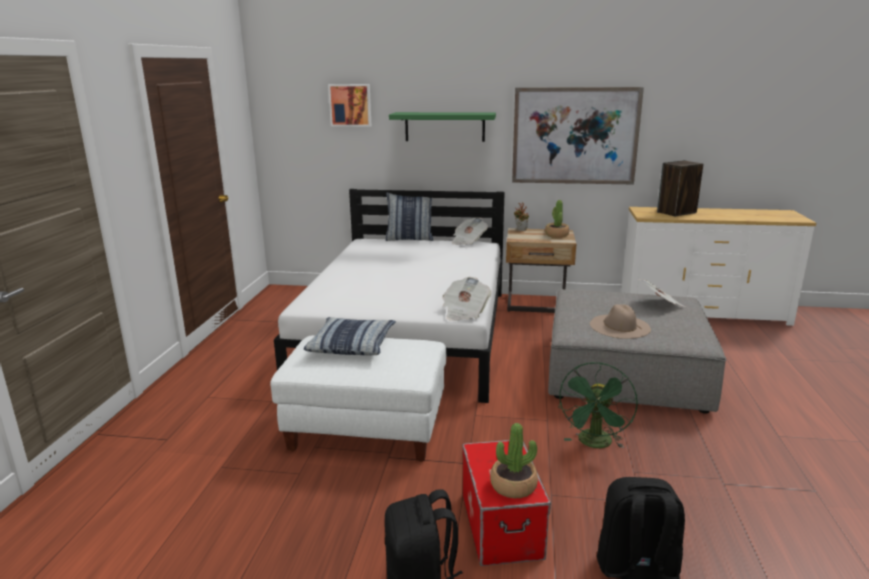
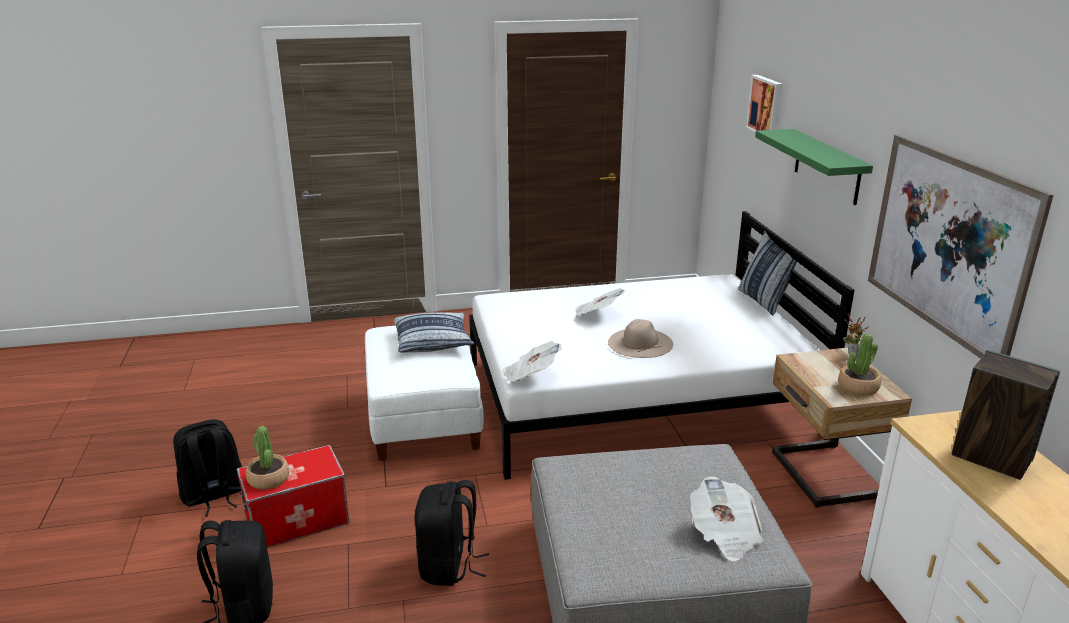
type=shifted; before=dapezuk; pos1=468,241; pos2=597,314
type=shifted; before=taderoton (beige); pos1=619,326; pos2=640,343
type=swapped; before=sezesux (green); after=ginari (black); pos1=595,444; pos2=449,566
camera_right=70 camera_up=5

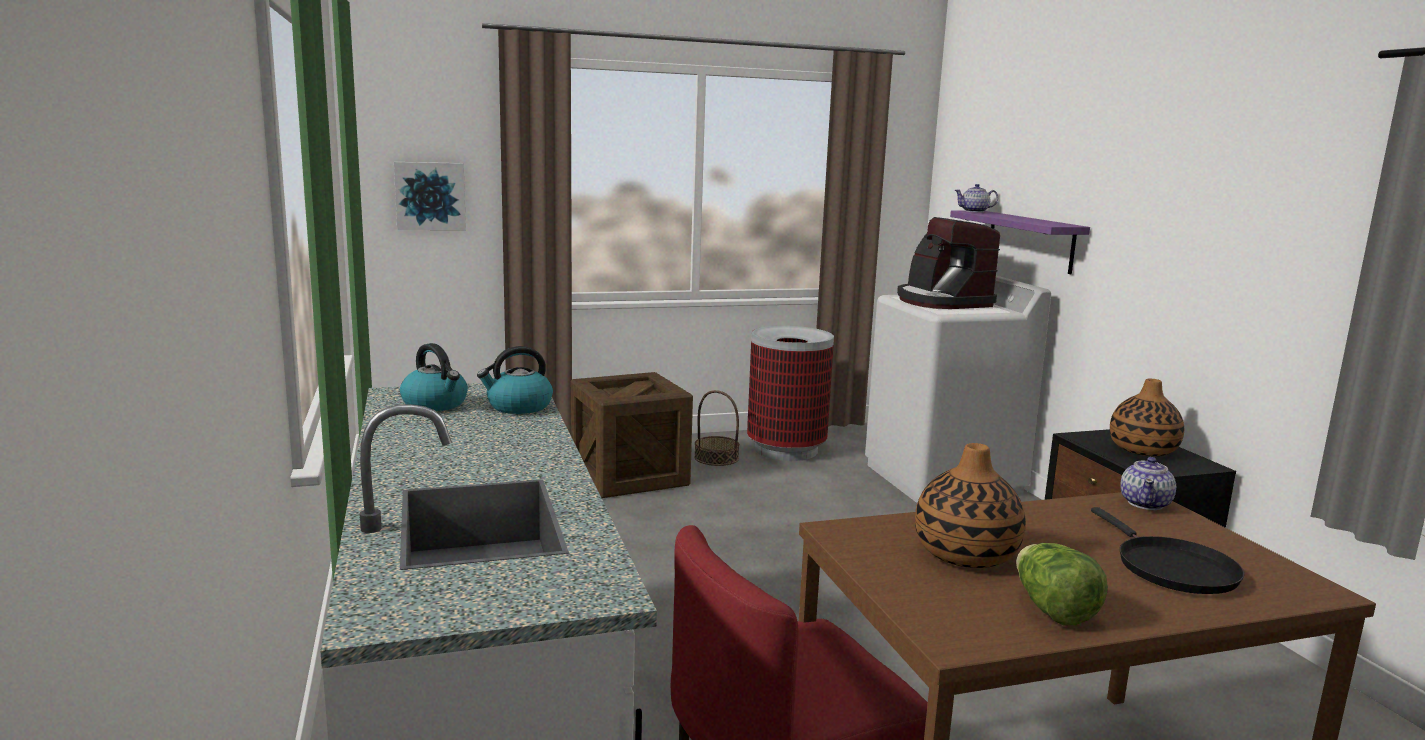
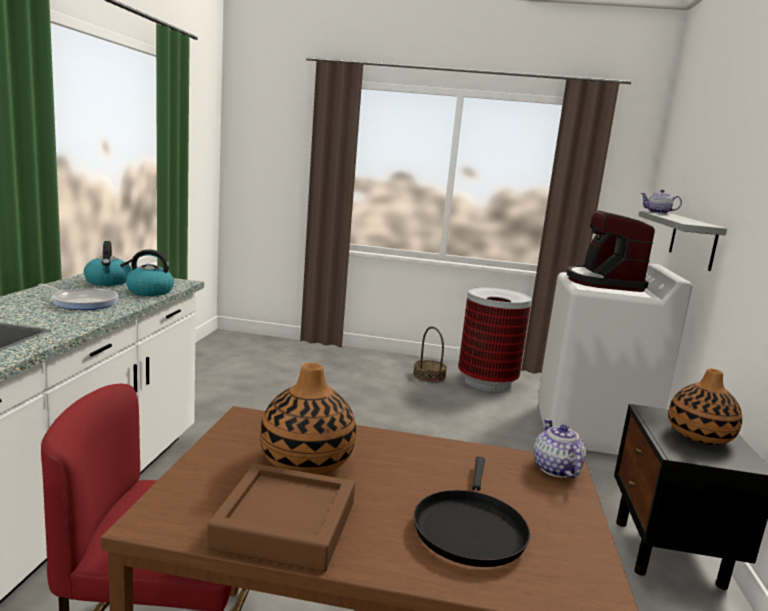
type=gone; before=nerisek; pos1=430,196
type=gone; before=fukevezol; pos1=629,476
type=new; after=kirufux; pos2=83,302
type=swapped; before=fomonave; after=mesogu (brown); pos1=1052,610; pos2=285,525
type=repainted; before=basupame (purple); after=basupame (grey); pos1=1030,241; pos2=692,240
type=rotated; before=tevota; pos1=1146,503; pos2=556,469; turn=120
camera_right=25 camera_up=0

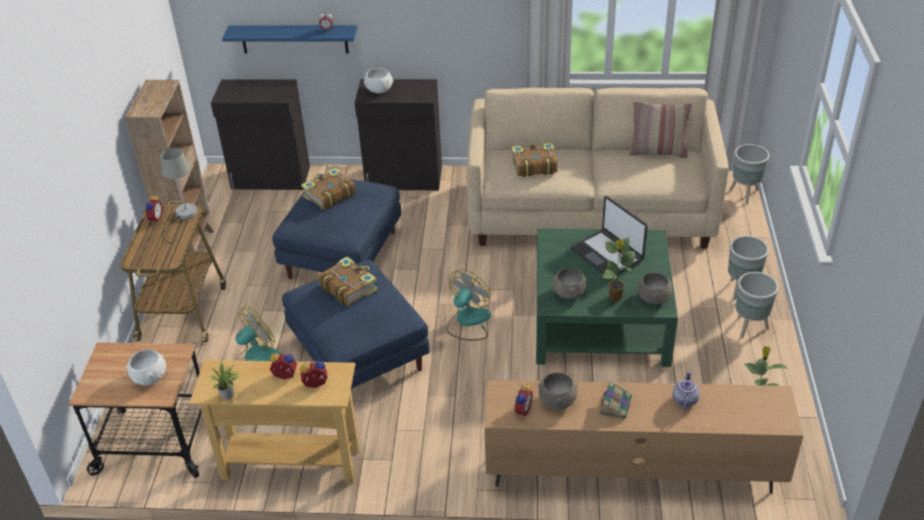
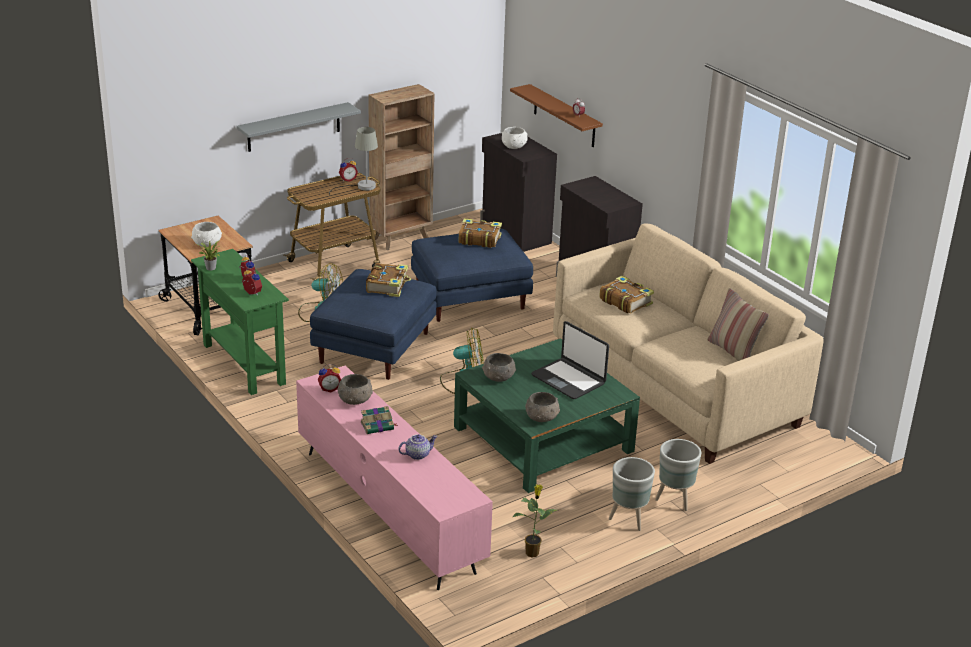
type=gone; before=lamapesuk; pos1=615,298
type=gone; before=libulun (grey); pos1=745,195
type=new; after=basupame (grey); pos2=294,127
type=shifted; before=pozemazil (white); pos1=379,89; pos2=514,146
type=repainted; before=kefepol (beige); after=kefepol (green); pos1=291,463; pos2=244,364
type=repainted; before=basupame (blue); after=basupame (brown); pos1=294,39; pos2=564,116
type=repainted; before=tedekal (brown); after=tedekal (pink); pos1=632,470; pos2=389,511
type=rotated; before=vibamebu; pos1=607,254; pos2=569,379; turn=-60
camera_right=50 camera_up=-10

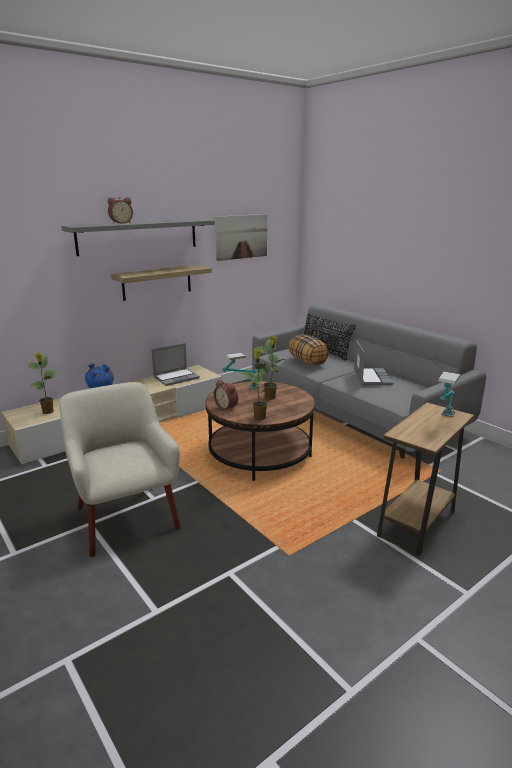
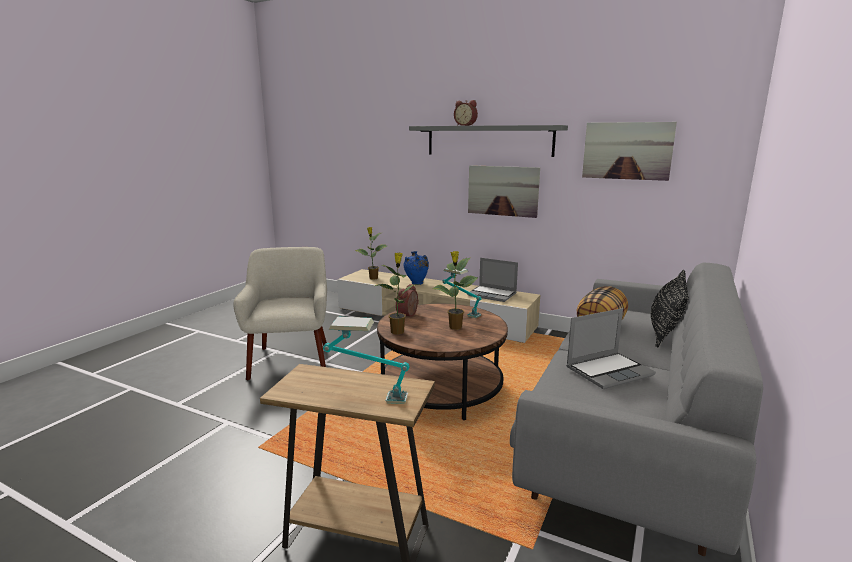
type=swapped; before=basupame; after=nerisek; pos1=157,282; pos2=503,191
type=rotated; before=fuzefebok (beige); pos1=125,517; pos2=291,360; turn=-45
camera_right=65 camera_up=-5

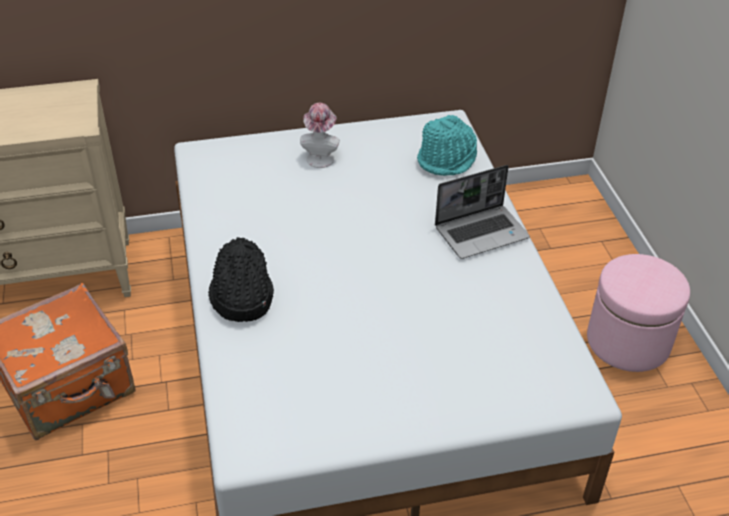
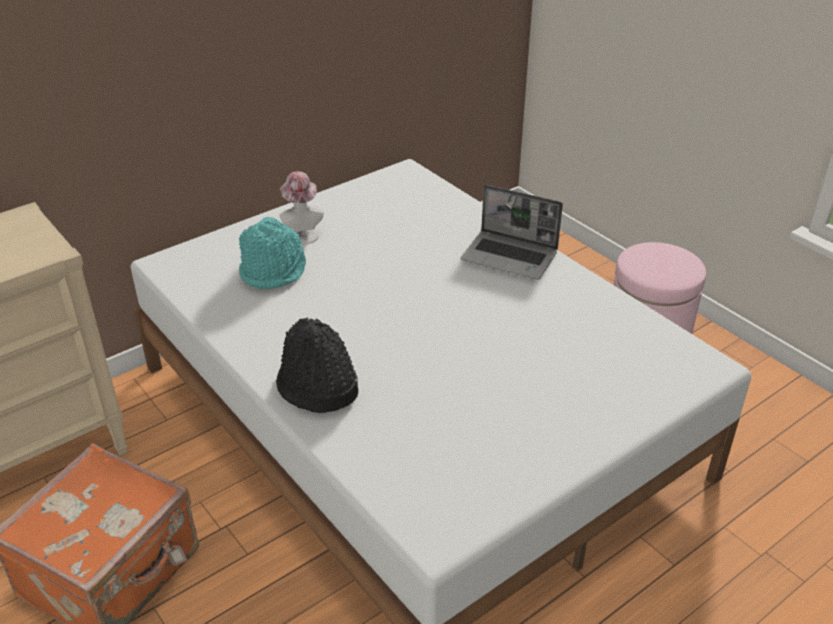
type=shifted; before=taderoton (turquoise); pos1=447,159; pos2=274,270
type=rotated; before=vibamebu; pos1=482,232; pos2=510,256; turn=75
camera_right=-25 camera_up=-5

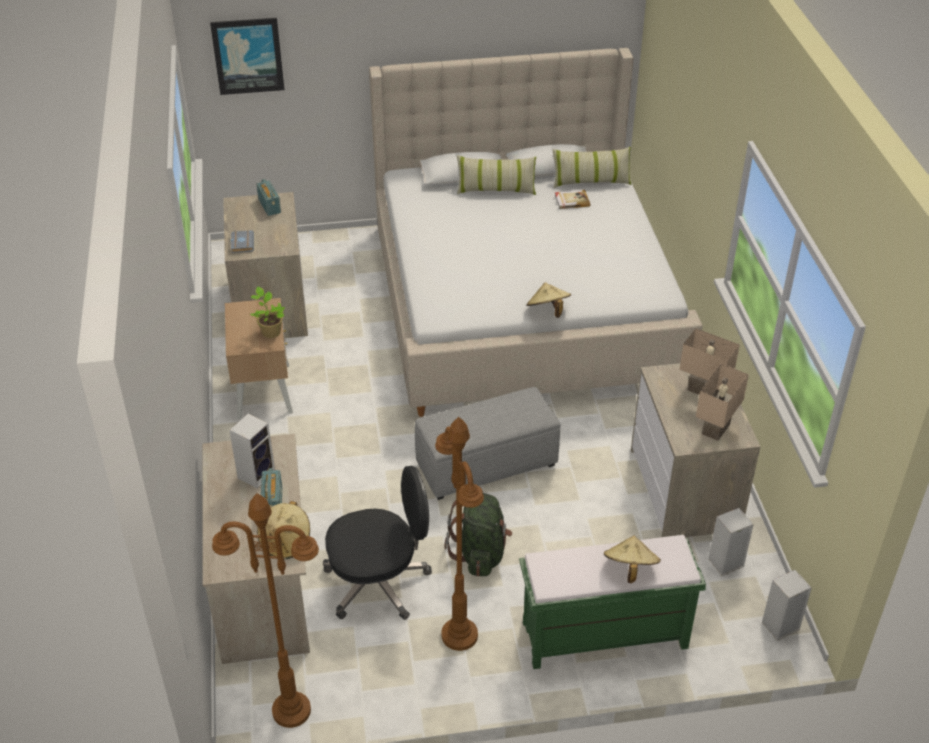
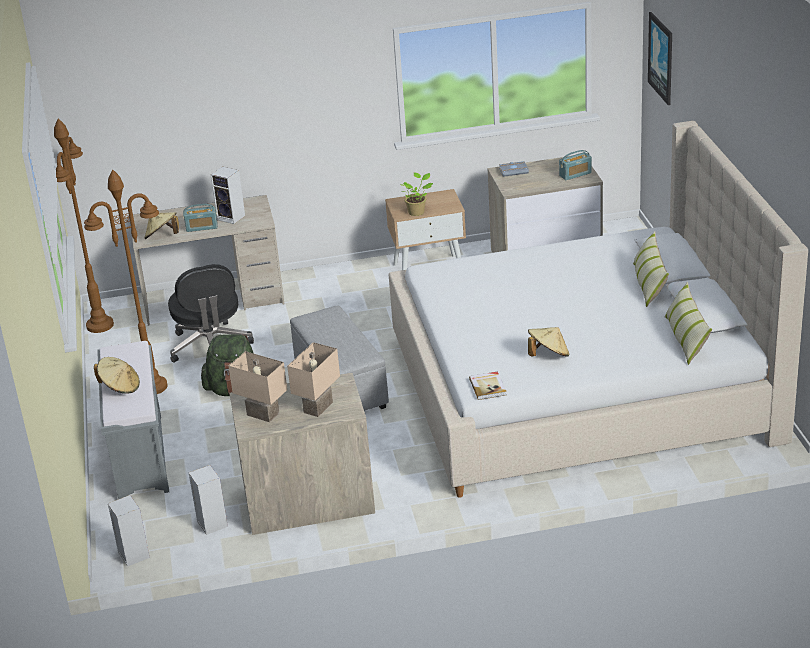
type=shifted; before=taderoton (beige); pos1=548,311; pos2=548,355
type=shifted; before=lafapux; pos1=571,200; pos2=488,387
type=repainted; before=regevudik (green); after=regevudik (grey); pos1=603,636; pos2=139,455
camera_right=90 camera_up=-10

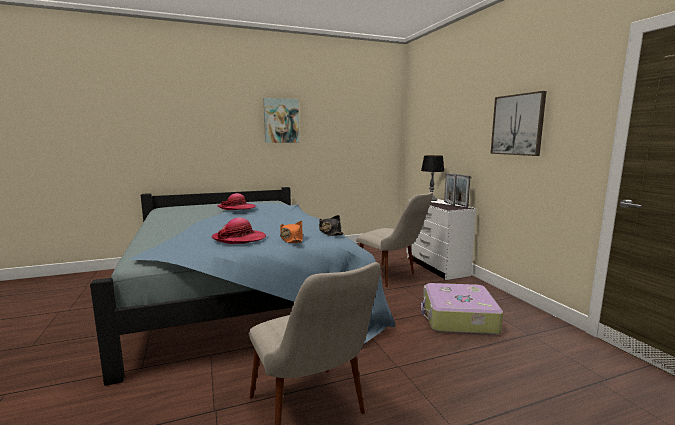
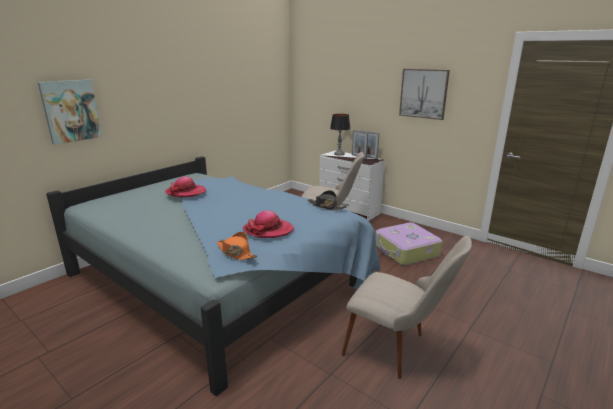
type=shifted; before=nerisek; pos1=281,121; pos2=71,111
type=shifted; before=taderoton (orange); pos1=291,239; pos2=236,253
camera_right=-30 camera_up=10

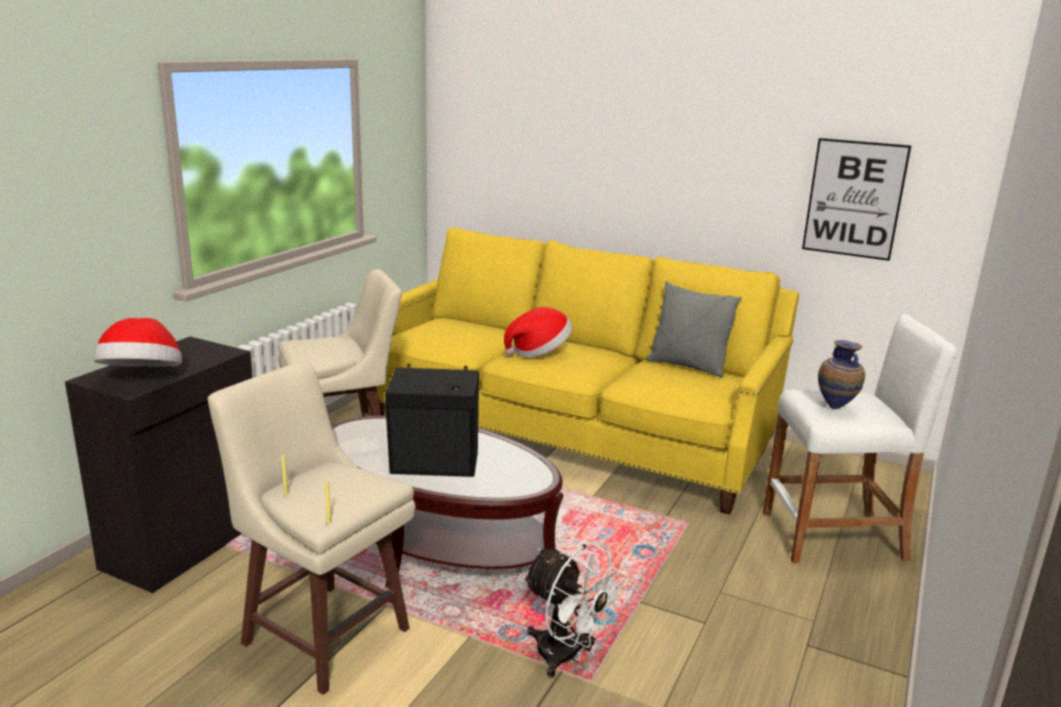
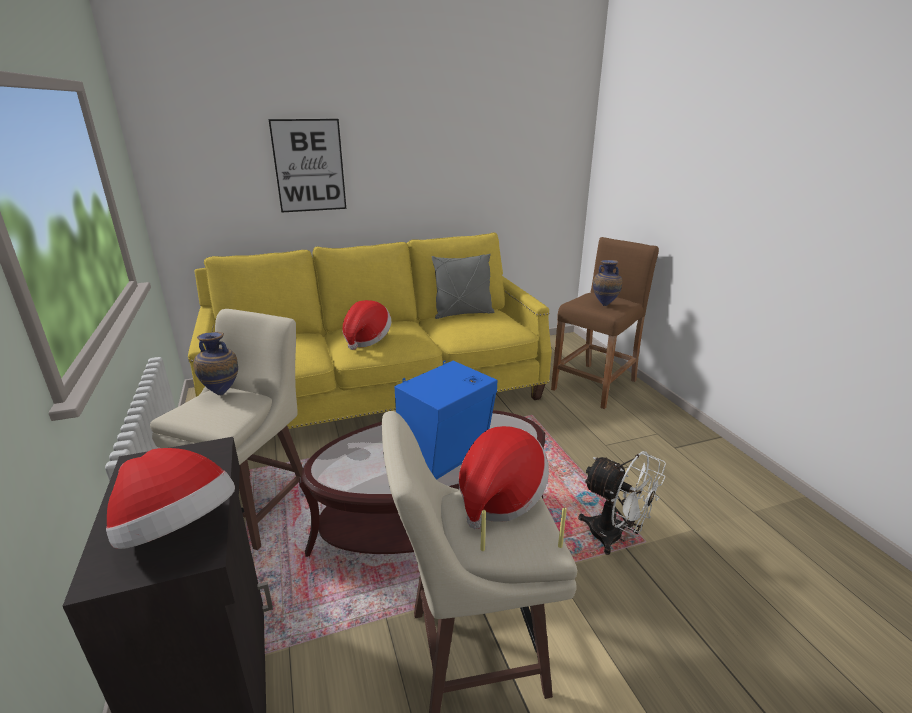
type=new; after=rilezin; pos2=222,392
type=new; after=taderoton; pos2=500,496
type=shifted; before=nerisek; pos1=854,199; pos2=309,166
type=repainted; before=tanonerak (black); after=tanonerak (blue); pos1=436,465; pos2=447,456
type=repainted; before=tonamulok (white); after=tonamulok (brown); pos1=833,537; pos2=595,385
type=rotated; before=sezesux (white); pos1=567,657; pos2=614,537; turn=45
camera_right=-45 camera_up=5

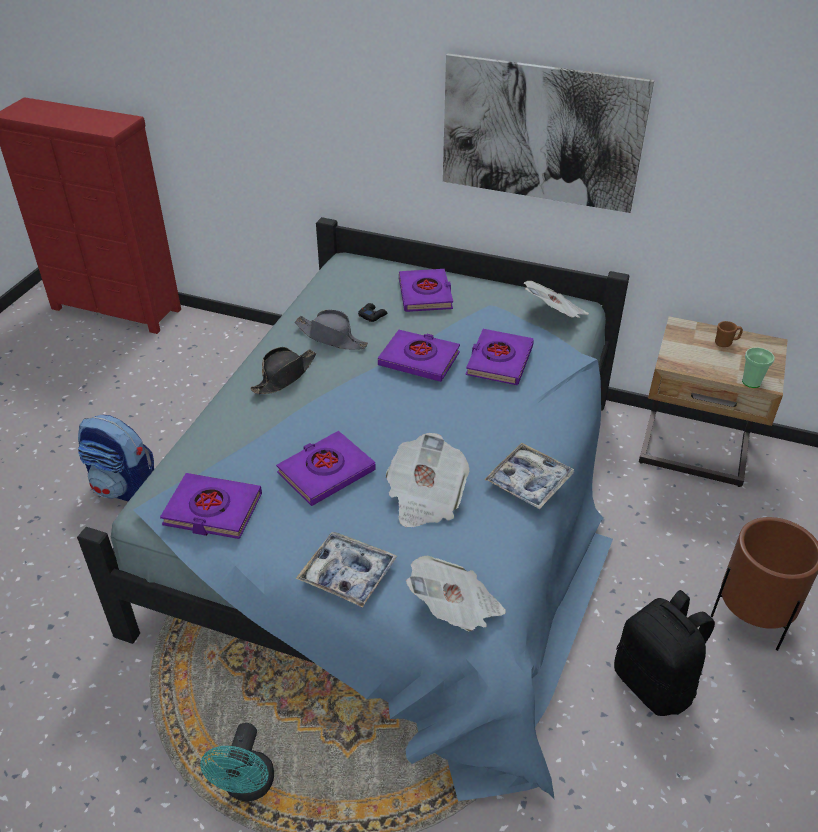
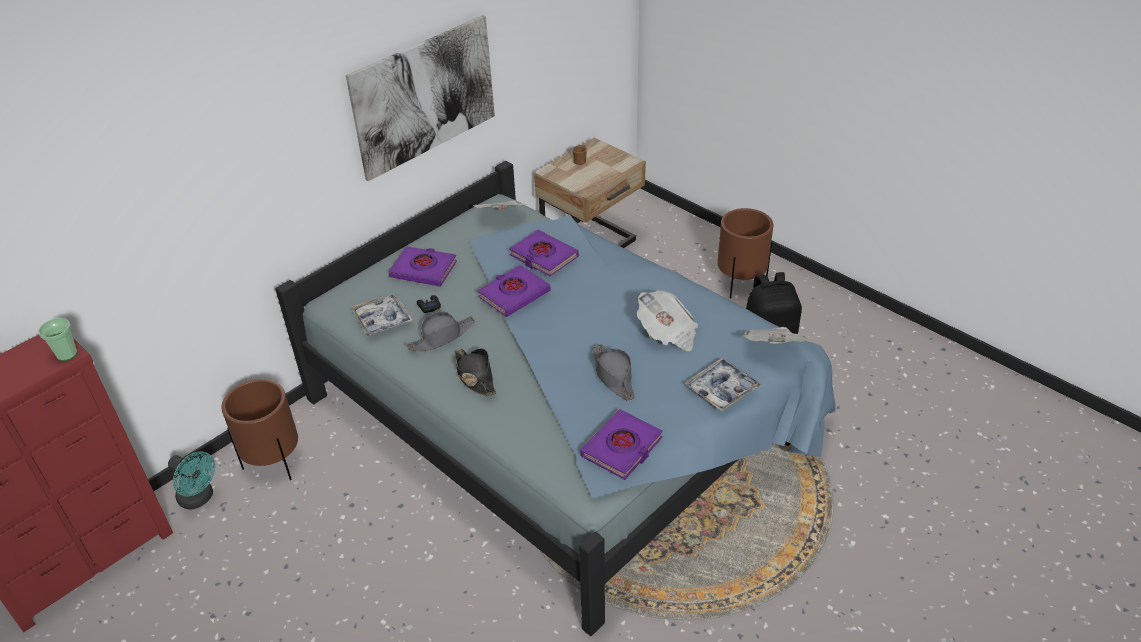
type=gone; before=ginari; pos1=125,488
type=new; after=libulun (brown); pos2=274,462
type=shifted; before=sezesux (turquoise); pos1=247,787; pos2=200,498
type=shifted; before=mesogu; pos1=529,482; pos2=382,319
type=shifted; before=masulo; pos1=751,382; pos2=67,354
type=swapped; before=lafapux (purple); after=taderoton (grey); pos1=326,472; pos2=613,376
camera_right=-65 camera_up=0

